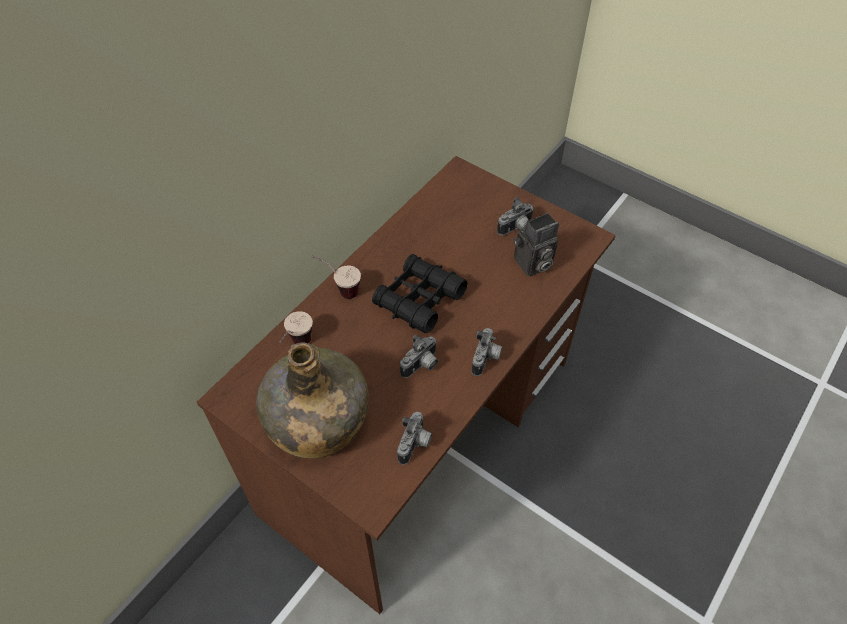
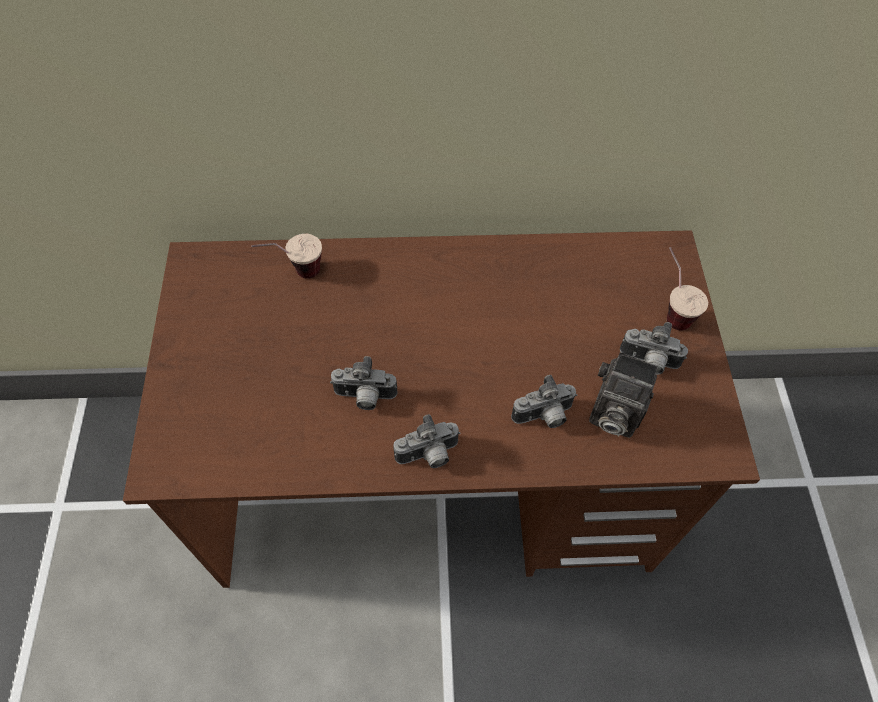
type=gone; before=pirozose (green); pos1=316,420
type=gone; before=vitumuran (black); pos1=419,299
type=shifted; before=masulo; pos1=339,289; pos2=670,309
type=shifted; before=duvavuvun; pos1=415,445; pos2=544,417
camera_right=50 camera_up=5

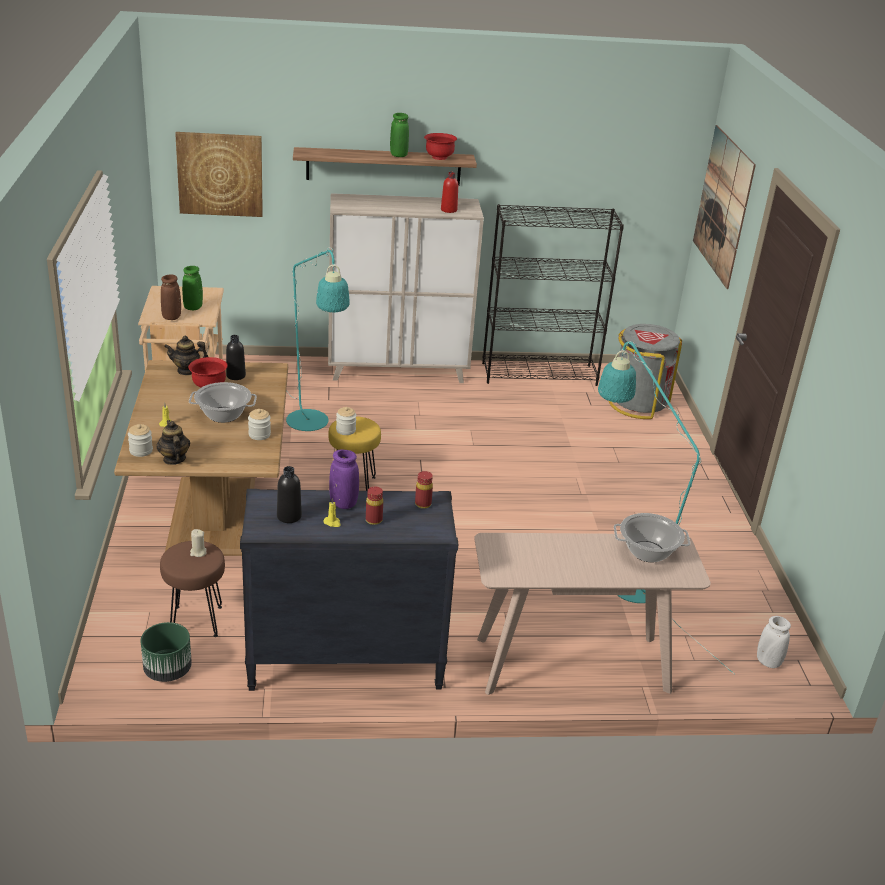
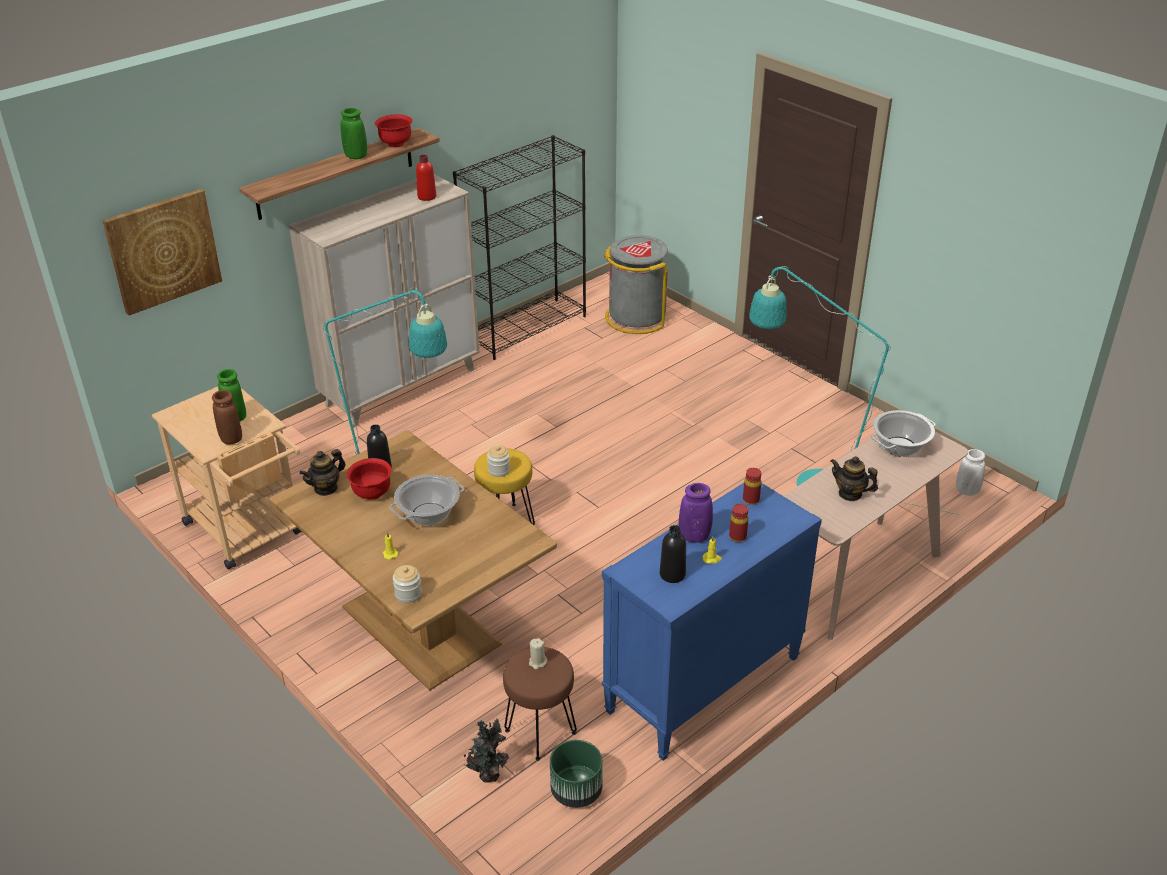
type=gone; before=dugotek; pos1=259,435
type=gone; before=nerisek; pos1=723,205
type=new; after=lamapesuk; pos2=488,774
type=shifted; before=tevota; pos1=174,459; pos2=850,494
type=repainted; before=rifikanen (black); after=rifikanen (blue); pos1=344,663; pos2=703,685
camera_right=-35 camera_up=5

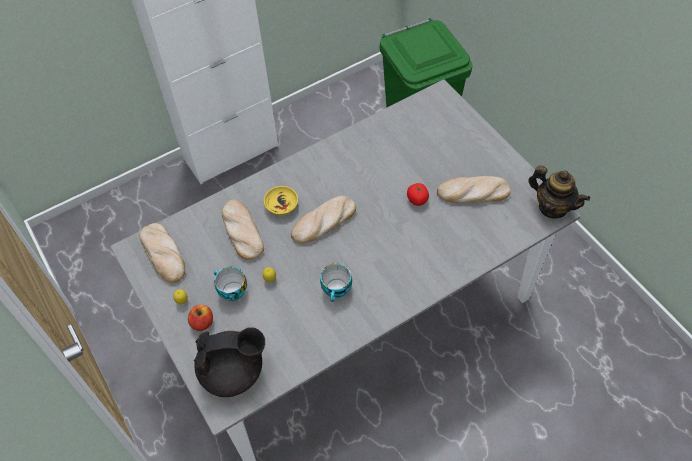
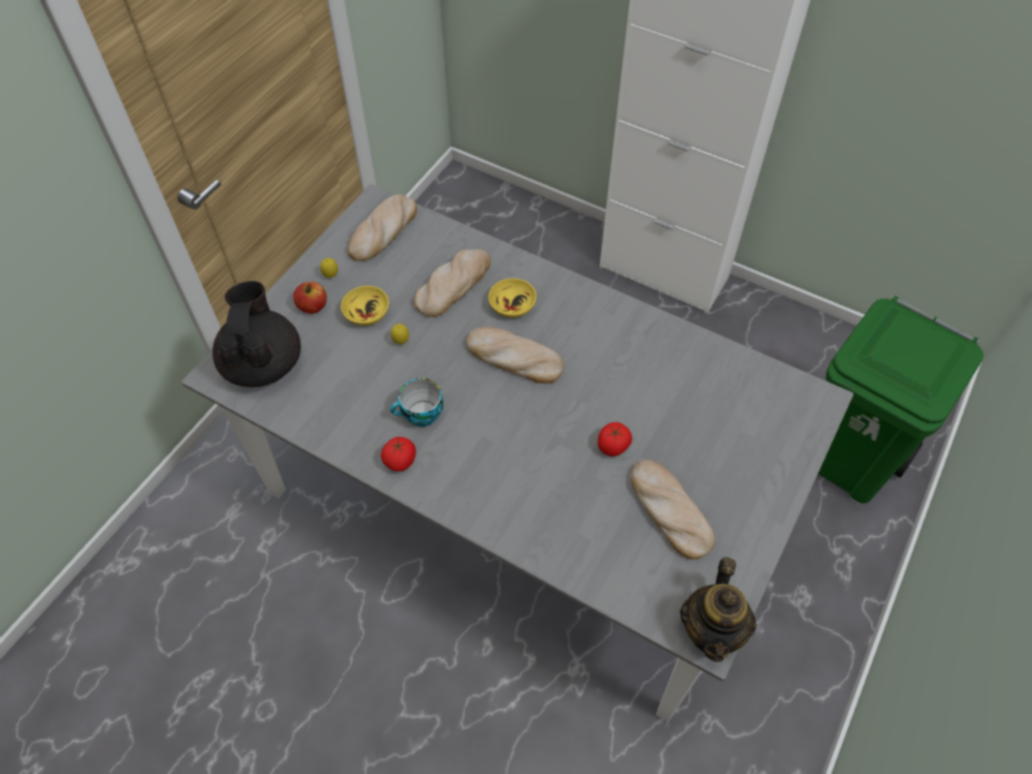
type=new; after=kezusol; pos2=400,461
type=swapped; before=masulo; after=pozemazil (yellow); pos1=231,291; pos2=366,313
type=rotated; before=tevota (black); pos1=233,372; pos2=263,363; turn=-150
camera_right=60 camera_up=0

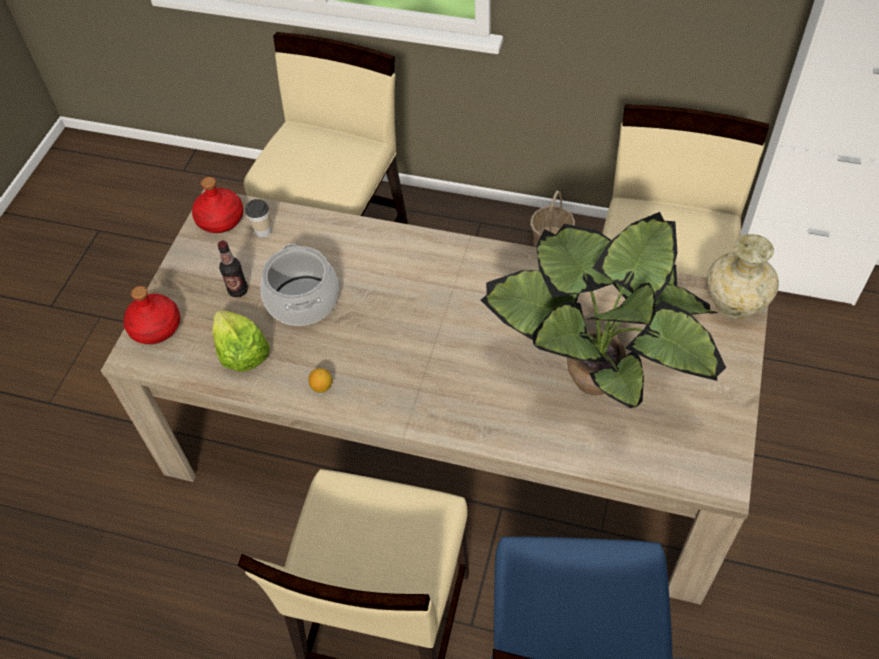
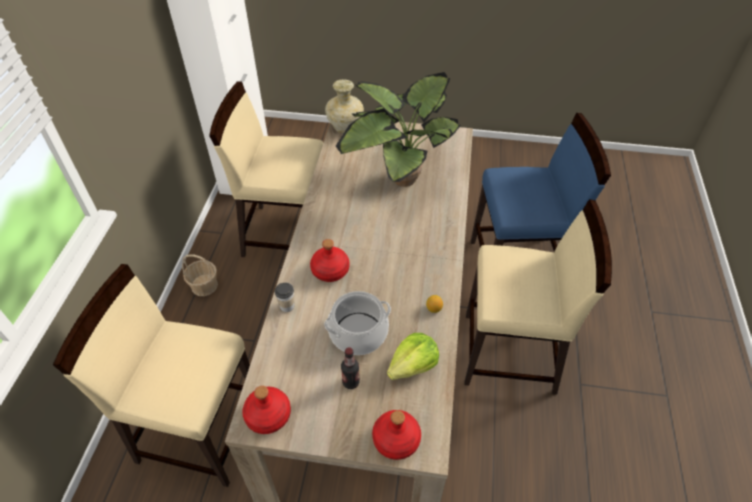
type=new; after=pirozose (red); pos2=330,270
type=shifted; before=masulo; pos1=263,231; pos2=287,306
camera_right=-100 camera_up=-5

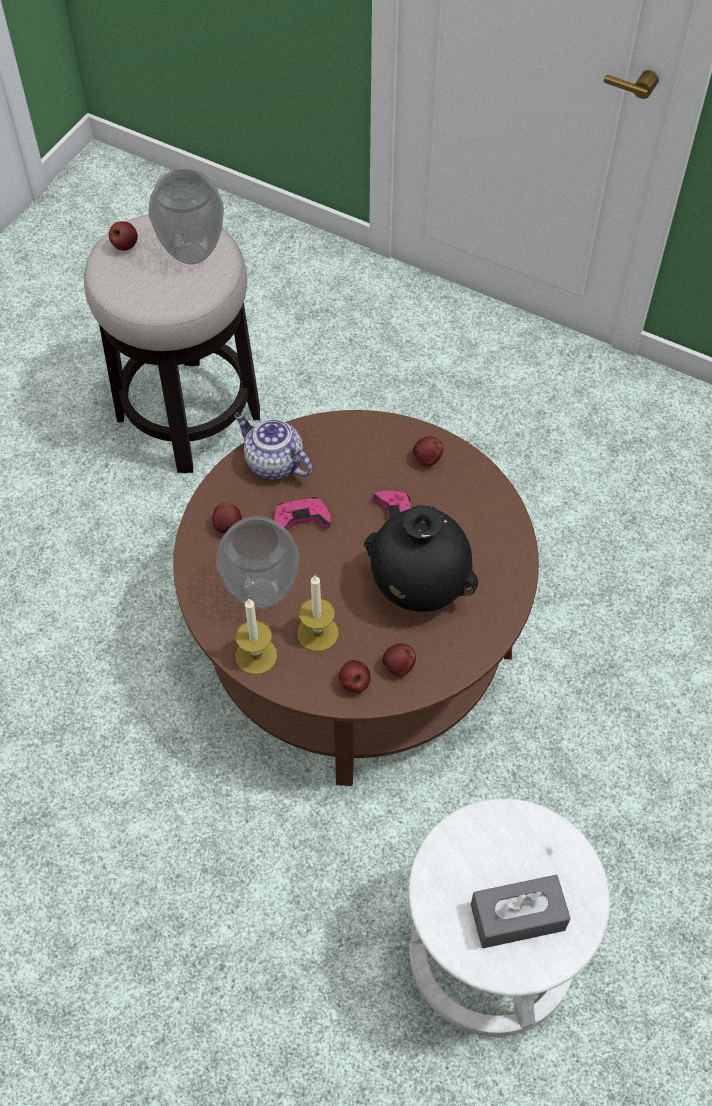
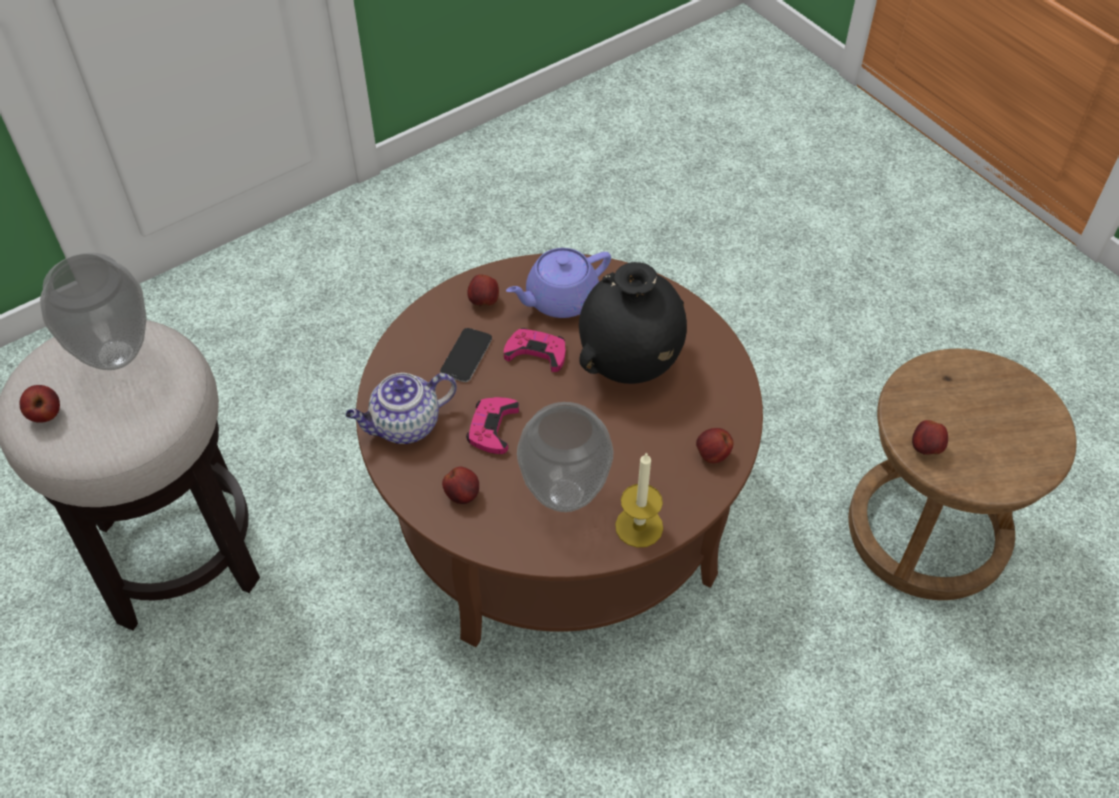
type=gone; before=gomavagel; pos1=317,633
type=gone; before=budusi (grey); pos1=517,917
type=new; after=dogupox; pos2=466,356
type=new; after=tevota (purple); pos2=560,299
type=shifted; before=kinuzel; pos1=398,667; pos2=926,449
type=repainted; before=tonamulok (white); after=tonamulok (brown); pos1=491,954; pos2=928,531
camera_right=-65 camera_up=-5

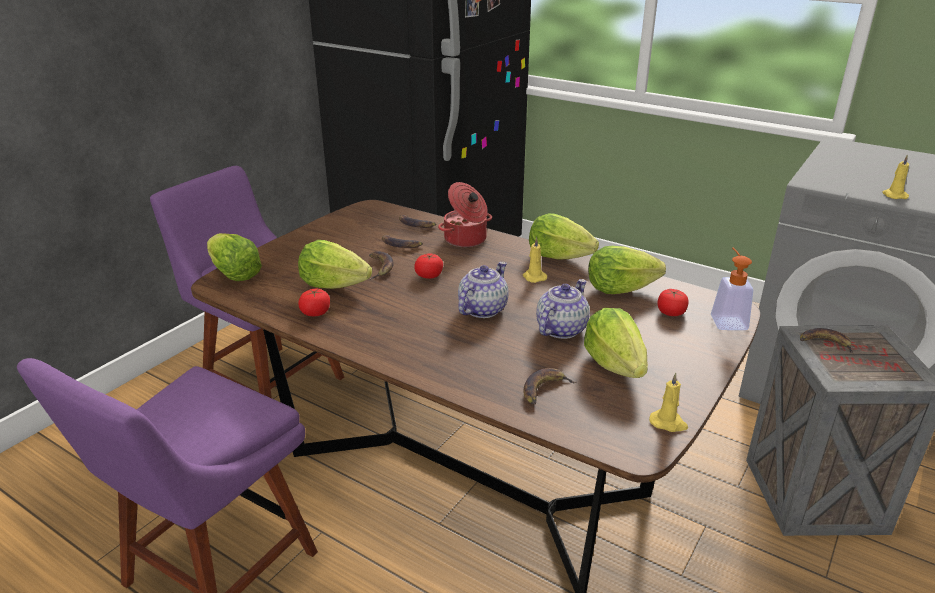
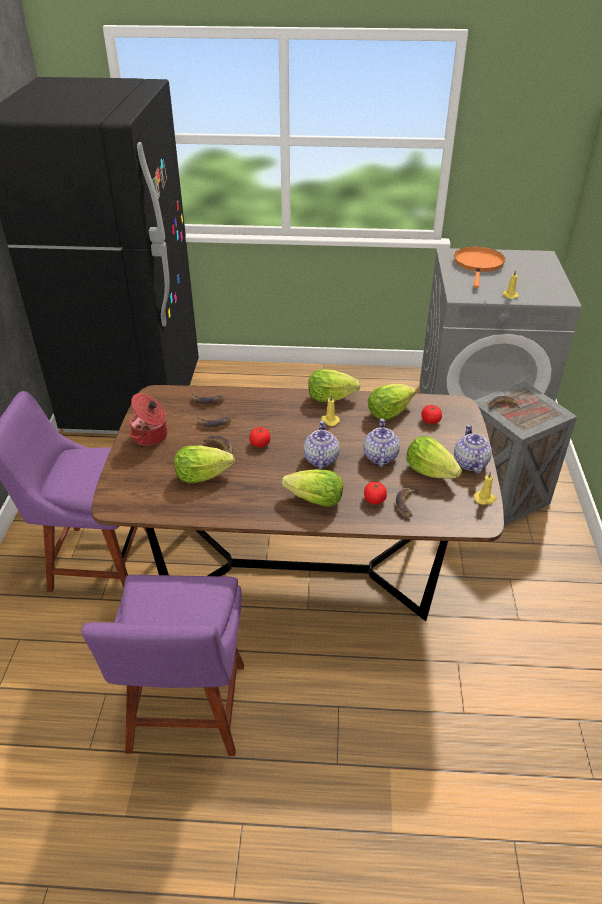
type=gone; before=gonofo; pos1=726,319
type=new; after=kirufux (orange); pos2=478,264
type=new; after=tevota; pos2=469,462
type=shifted; before=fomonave; pos1=235,275; pos2=315,500
type=shifted; before=kezusol; pos1=315,312; pos2=374,499
type=shifted; before=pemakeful; pos1=466,240; pos2=151,436
camera_right=-30 camera_up=10

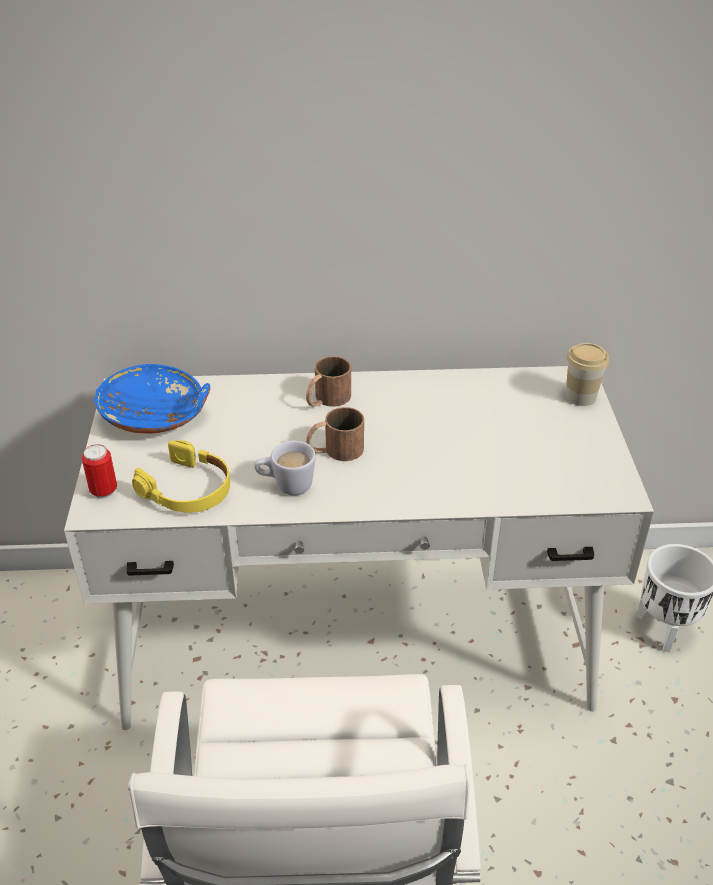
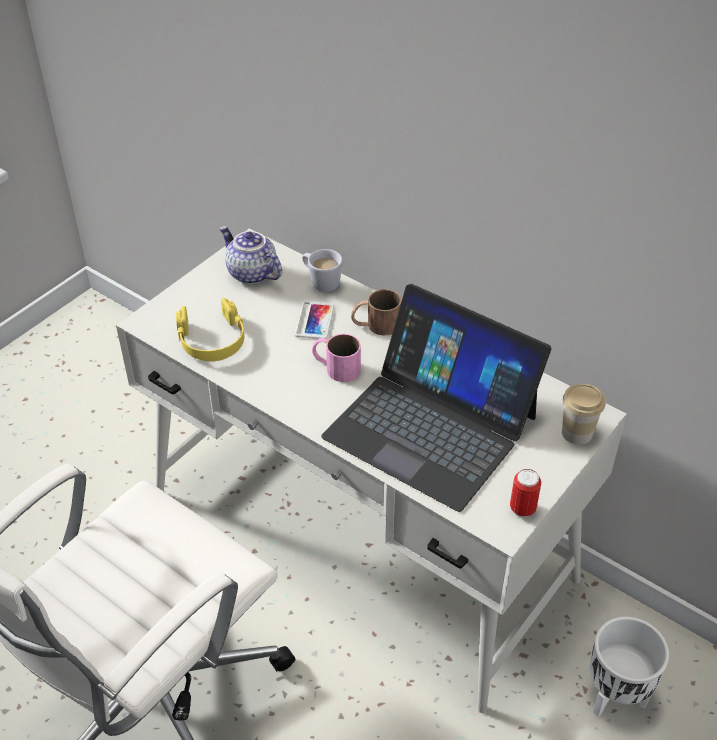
type=new; after=dogupox; pos2=314,320
type=new; after=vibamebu; pos2=431,426
type=shifted; before=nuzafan; pos1=104,491; pos2=522,509
type=shifted; before=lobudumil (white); pos1=286,486; pos2=321,282
type=swapped; before=pozemazil (blue); after=tevota; pos1=155,415; pos2=250,274
type=repainted; before=lobudumil (brown); after=lobudumil (pink); pos1=335,450; pos2=335,367
camera_right=40 camera_up=5

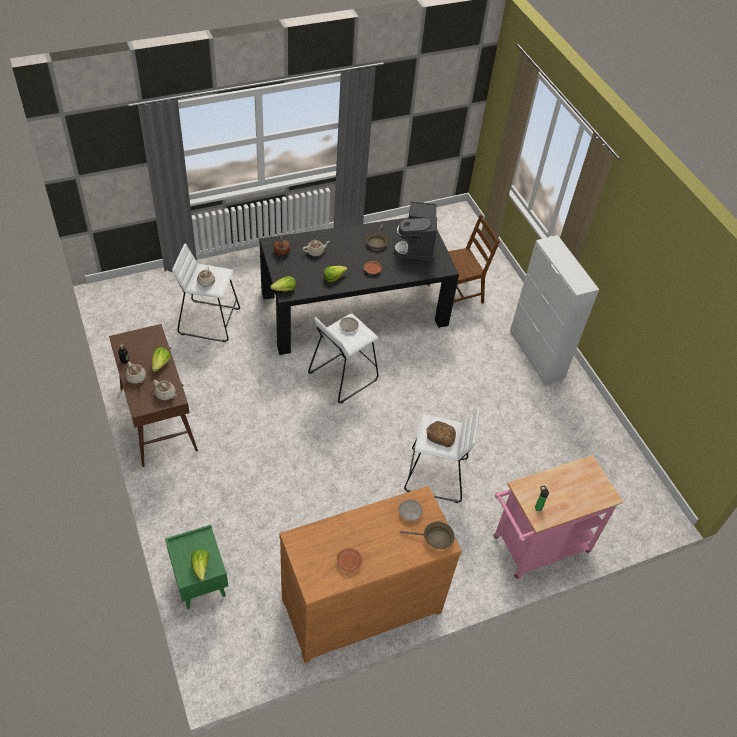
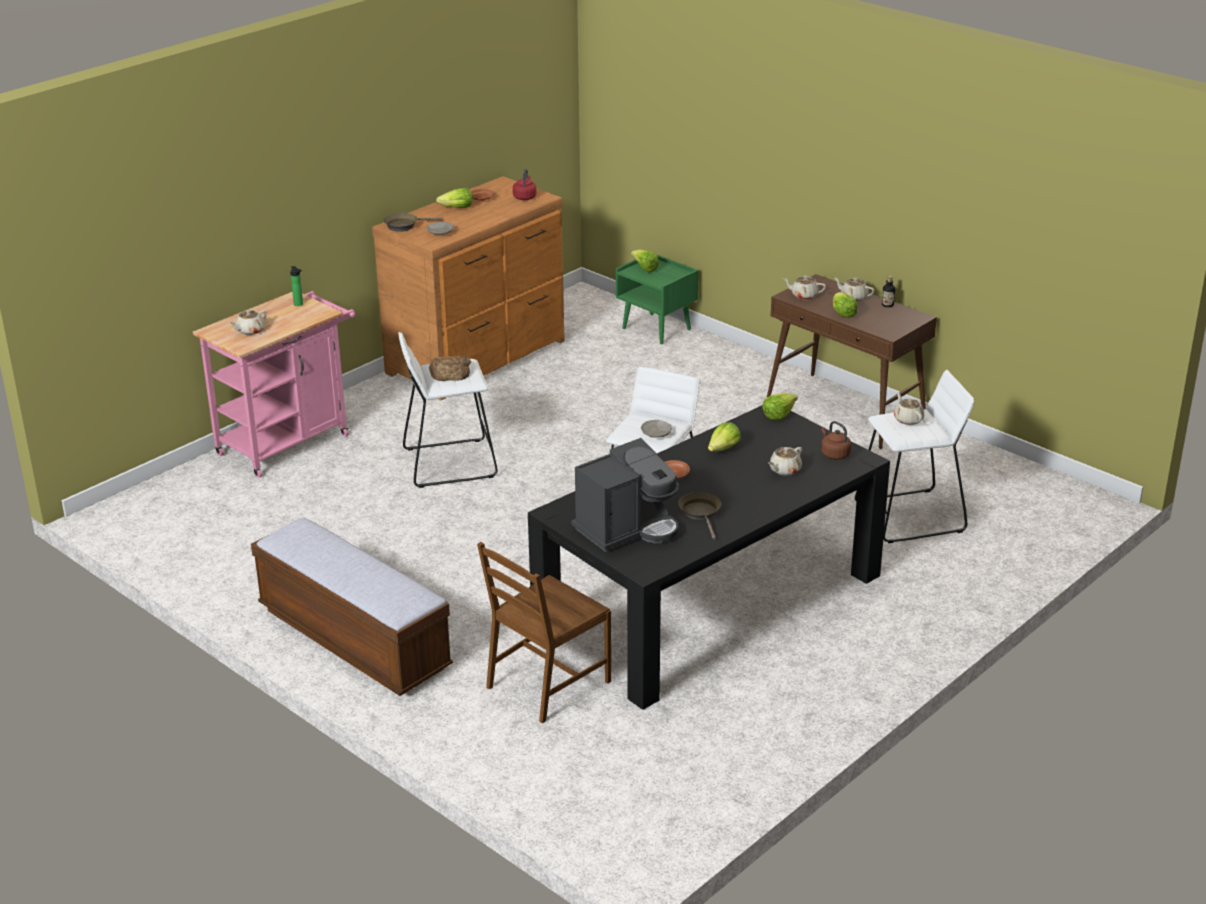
type=new; after=tevota (beige); pos2=250,331
type=new; after=fomonave; pos2=456,208
type=new; after=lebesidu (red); pos2=525,197
type=swapped; before=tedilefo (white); after=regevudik; pos1=536,354; pos2=353,639
type=rotated; before=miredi; pos1=417,246; pos2=627,529; turn=75
camera_right=160 camera_up=-20

